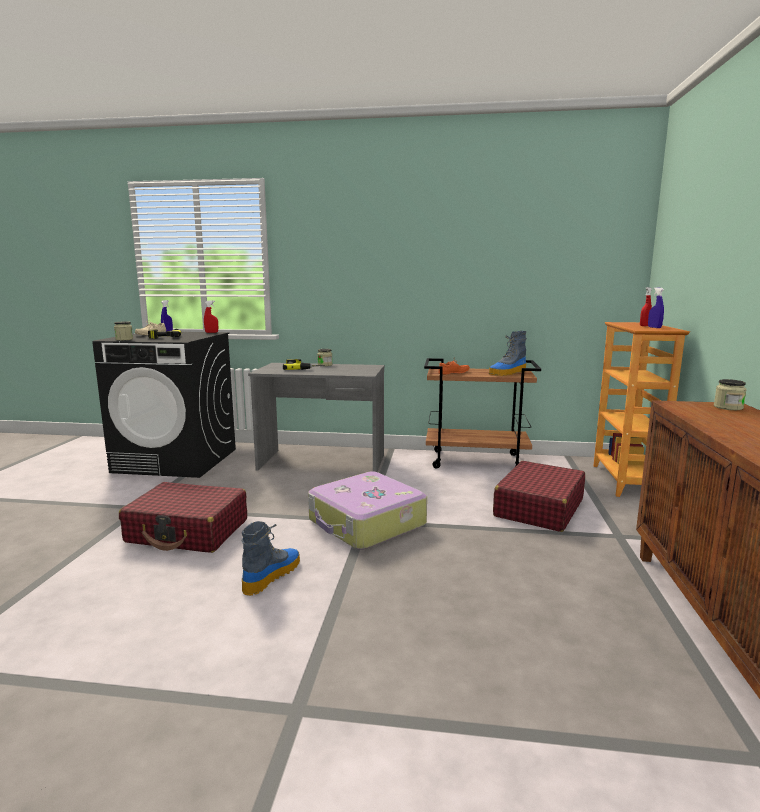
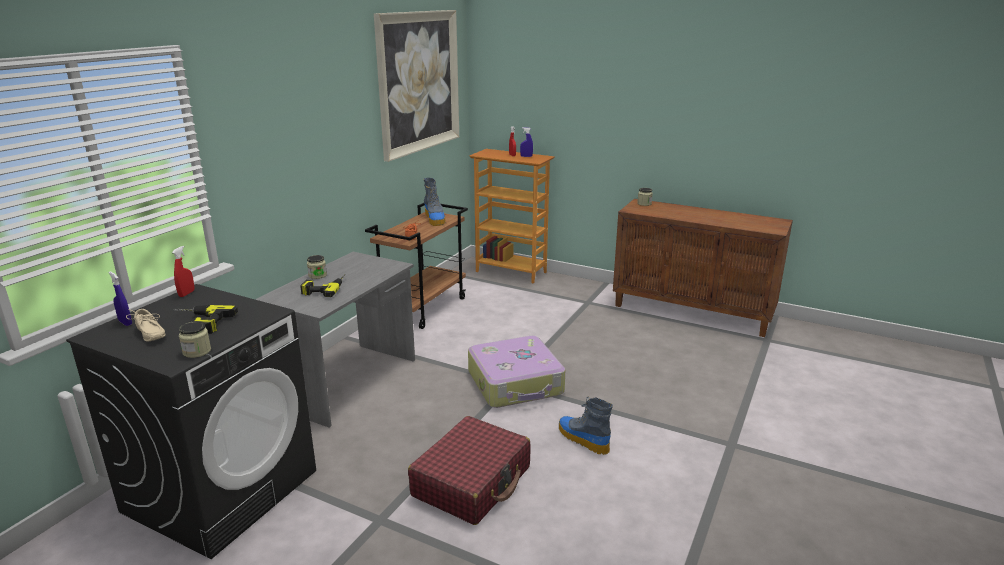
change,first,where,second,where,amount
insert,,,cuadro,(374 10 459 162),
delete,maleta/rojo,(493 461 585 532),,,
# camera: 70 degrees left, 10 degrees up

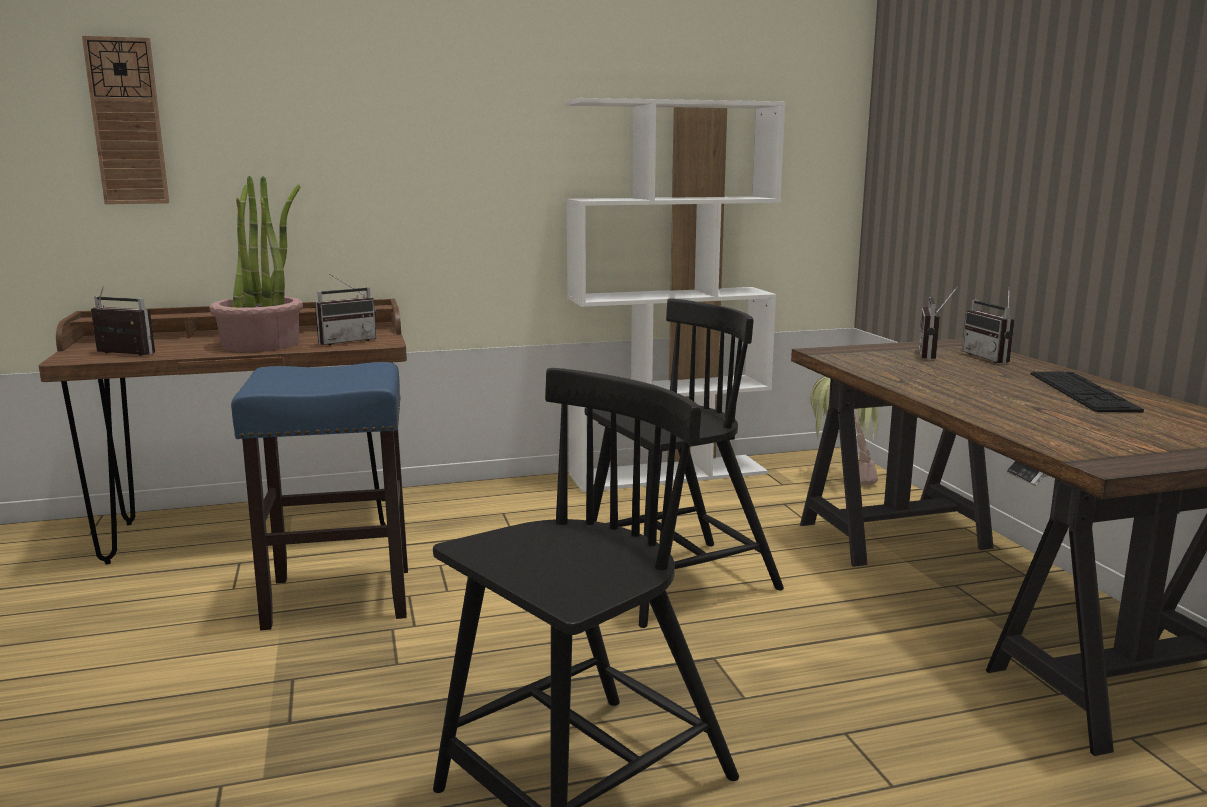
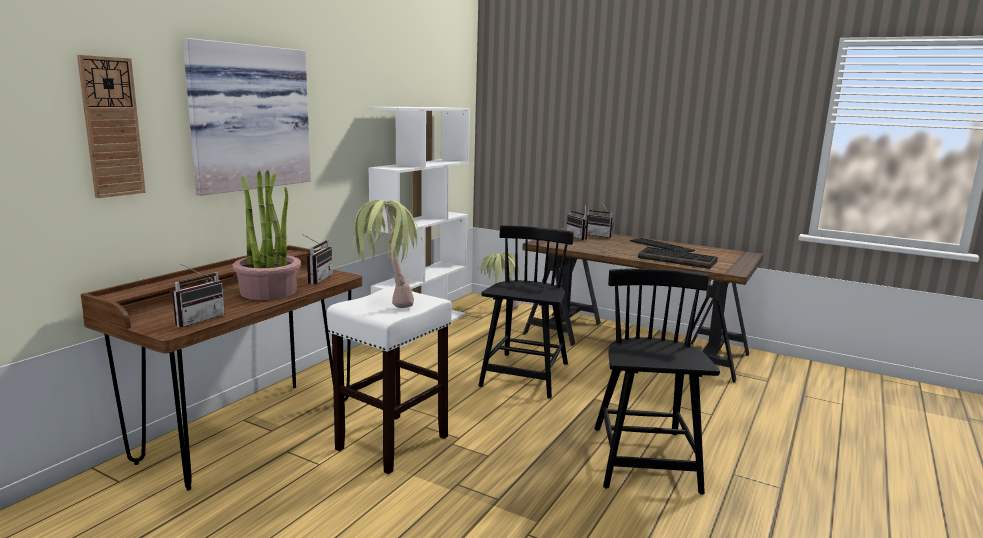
change,first,where,second,where,amount
rotate,radio,(91 286 155 356),,(172 263 225 327),150 degrees clockwise
insert,,,cuadro,(183 38 311 196),
recolor,taburete/azul,(231 362 408 630),taburete/blanco,(327 286 452 474),
insert,,,planta en maceta,(353 200 422 308),
insert,,,teclado,(638 247 717 269),
# camera: 45 degrees left, 0 degrees up

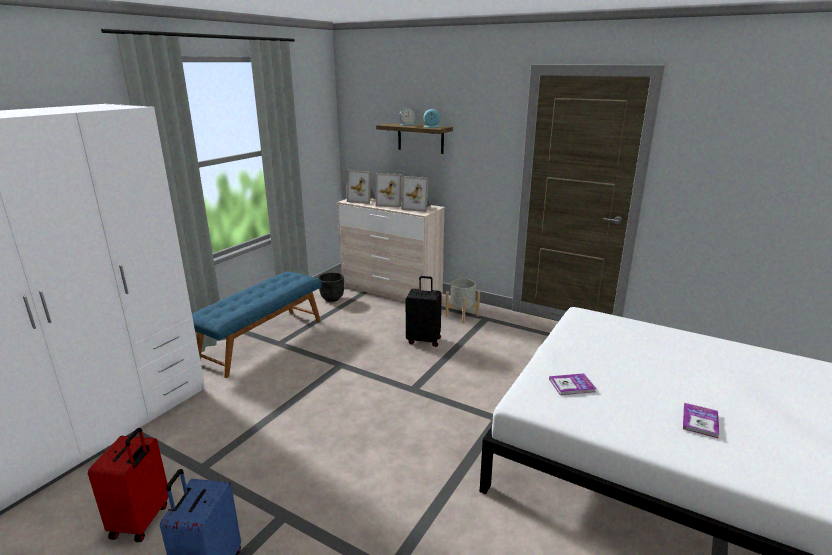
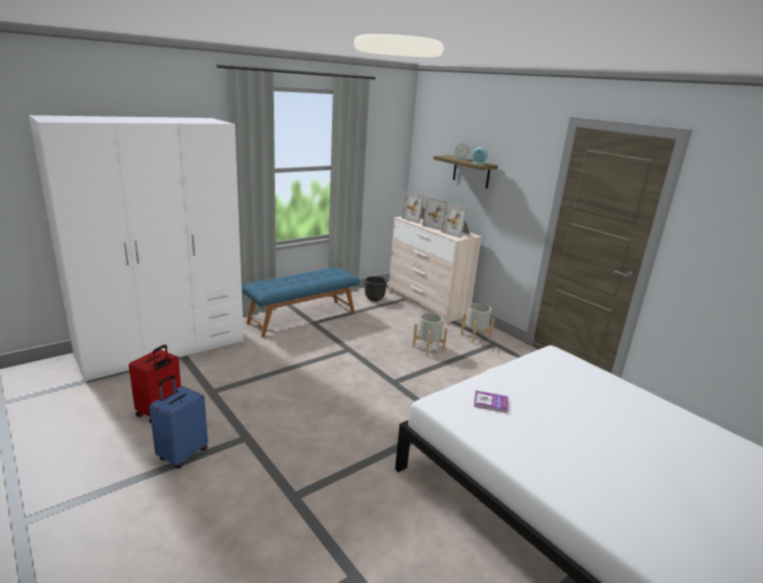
change,first,where,second,where,amount
replace,maleta/negro,(406 276 442 347),maceta/gris,(413 313 448 356),
delete,libro,(683 403 719 438),,,
# camera: 20 degrees right, 0 degrees up

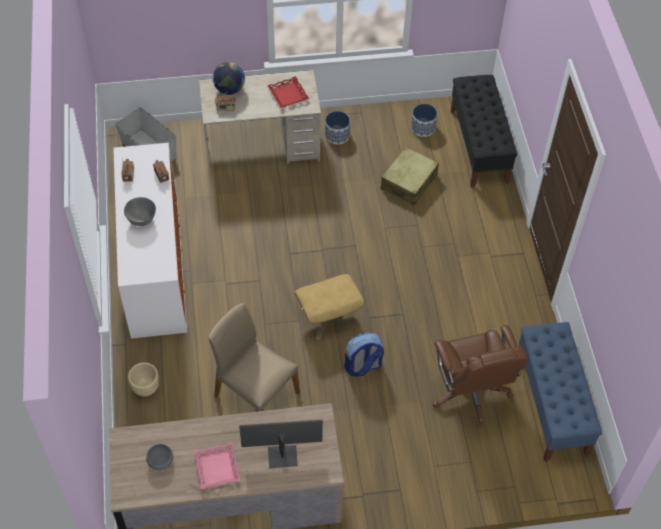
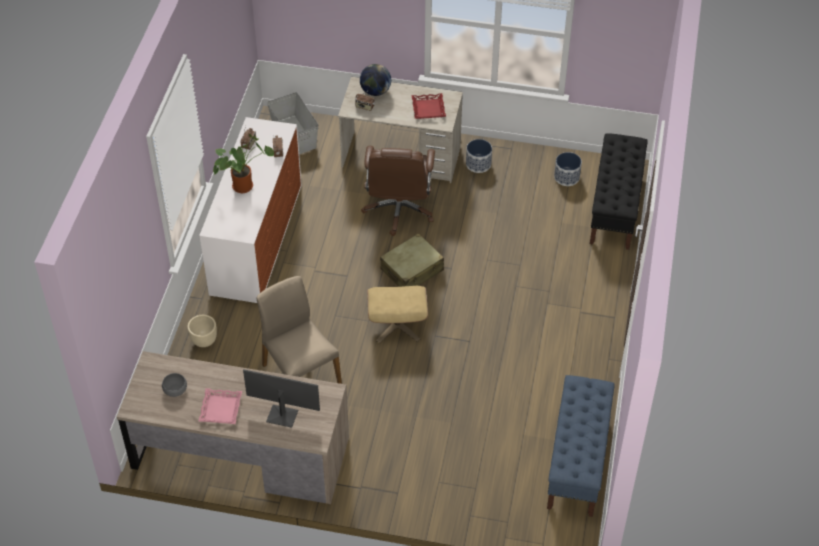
change,first,where,second,where,amount
replace,cuenco/gris,(124 197 156 226),planta en maceta,(213 134 274 193),
move,silla de oficina/marrón,(433 325 528 428),,(361 146 435 236),
move,maleta/beis,(381 147 439 205),,(380 233 444 287),
delete,mochila,(344 333 384 377),,,
# camera: 20 degrees right, 5 degrees down

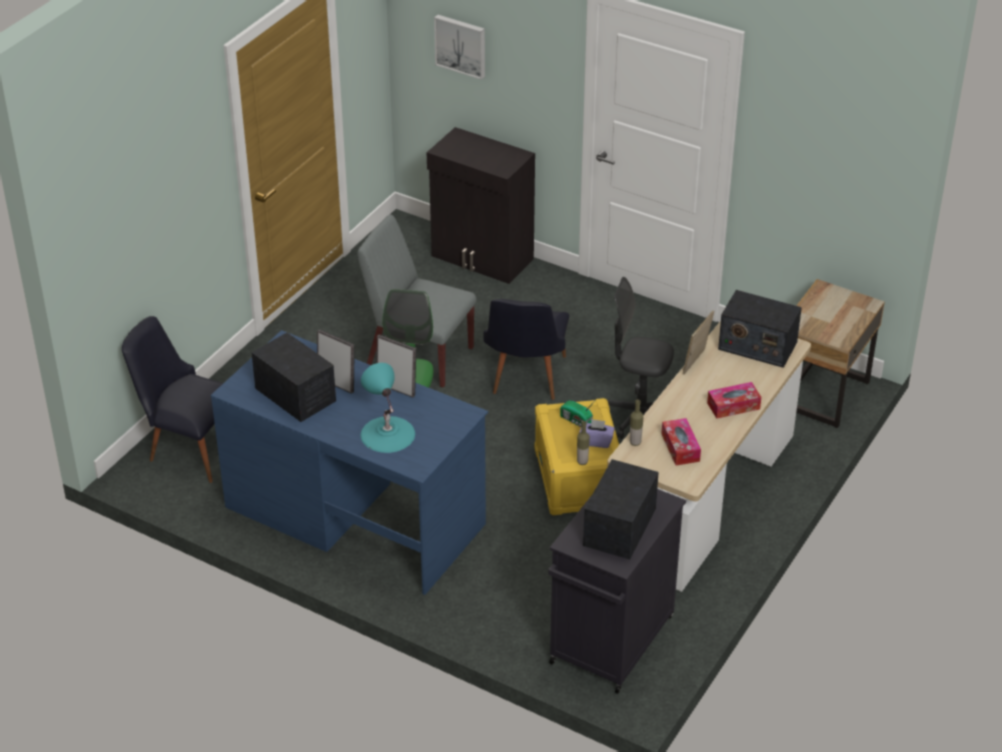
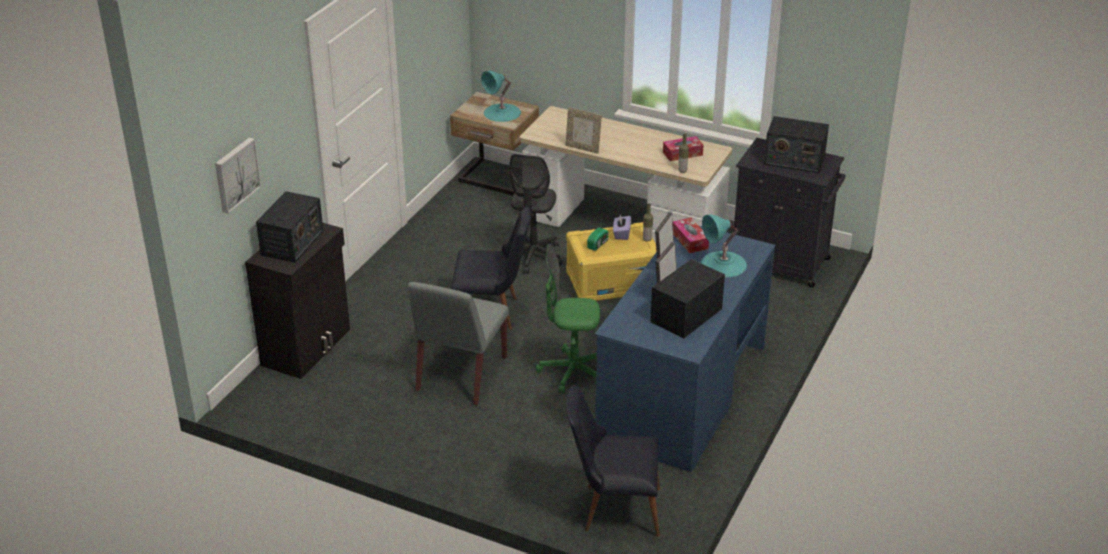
change,first,where,second,where,amount
move,radio,(718 290 802 368),,(256 191 323 263),
insert,,,lámpara de mesa/turquesa,(481 71 521 122),
rotate,silla/negro,(122 316 223 483),,(566 385 660 537),75 degrees clockwise
move,caja de pañuelos,(707 382 761 419),,(673 218 709 253),
# camera: 95 degrees left, 5 degrees down

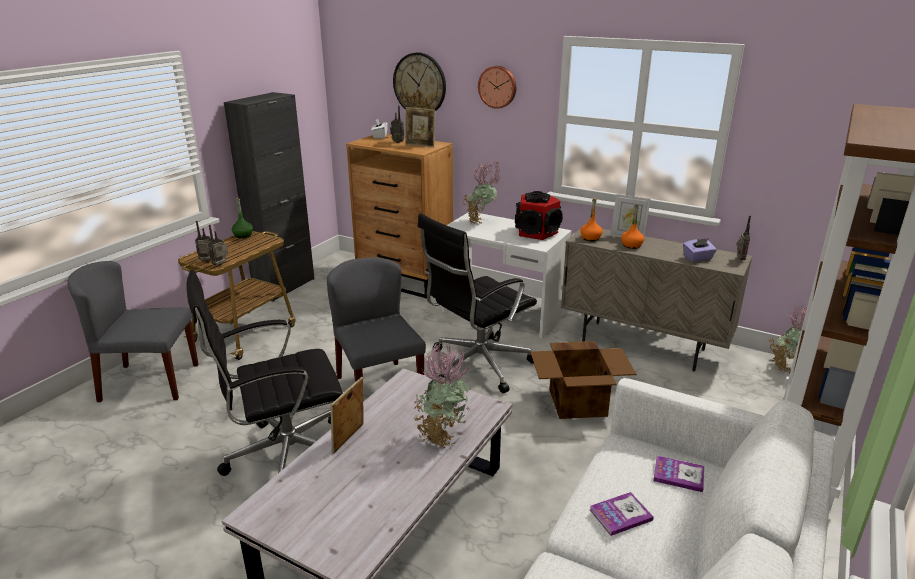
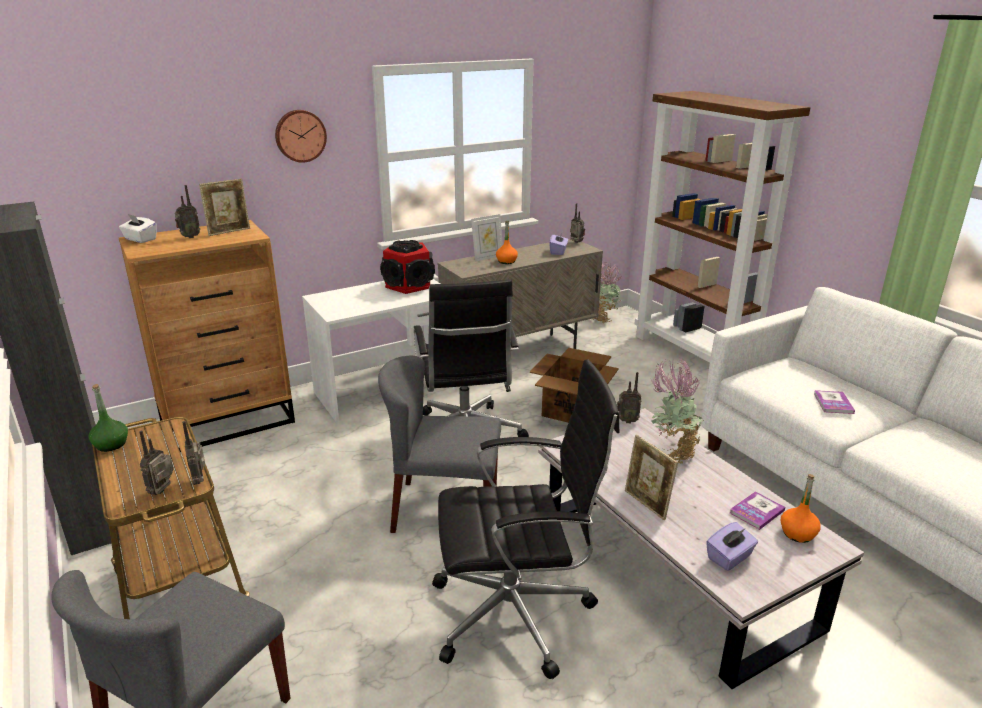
change,first,where,second,where,amount
rotate,silla de oficina/negro,(186 270 343 476),,(432 359 620 679),105 degrees counterclockwise
insert,,,radio,(617 372 641 423),
insert,,,caja de pañuelos/morado,(706 522 758 571),
move,libro,(653 456 704 492),,(730 492 785 530),
move,botella/naranja,(580 198 603 241),,(781 474 821 543),
delete,reloj de pared,(393 52 446 111),,,
delete,planta en maceta,(463 162 502 225),,,
# camera: 60 degrees left, 0 degrees up

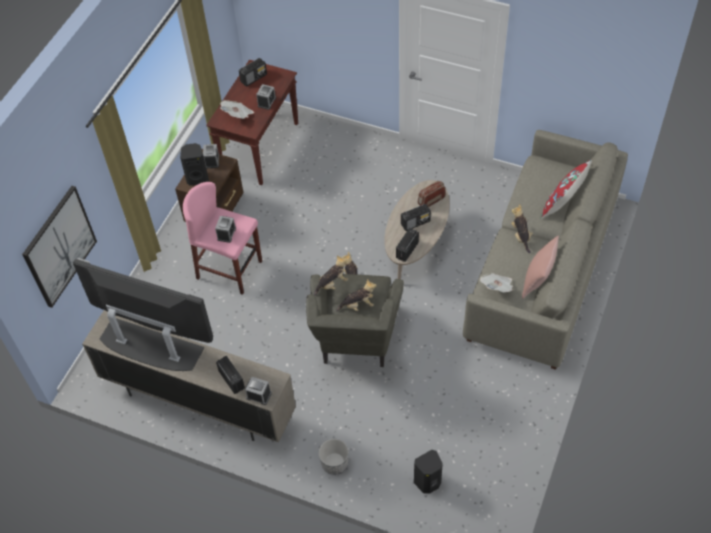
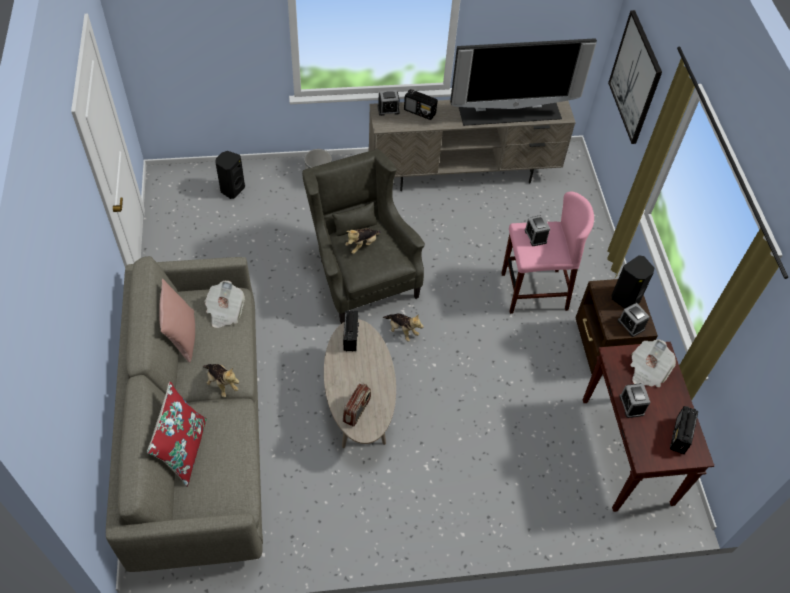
change,first,where,second,where,amount
delete,peluche,(314 255 348 296),,,
delete,radio,(401 204 431 231),,,
# camera: 145 degrees right, 0 degrees up

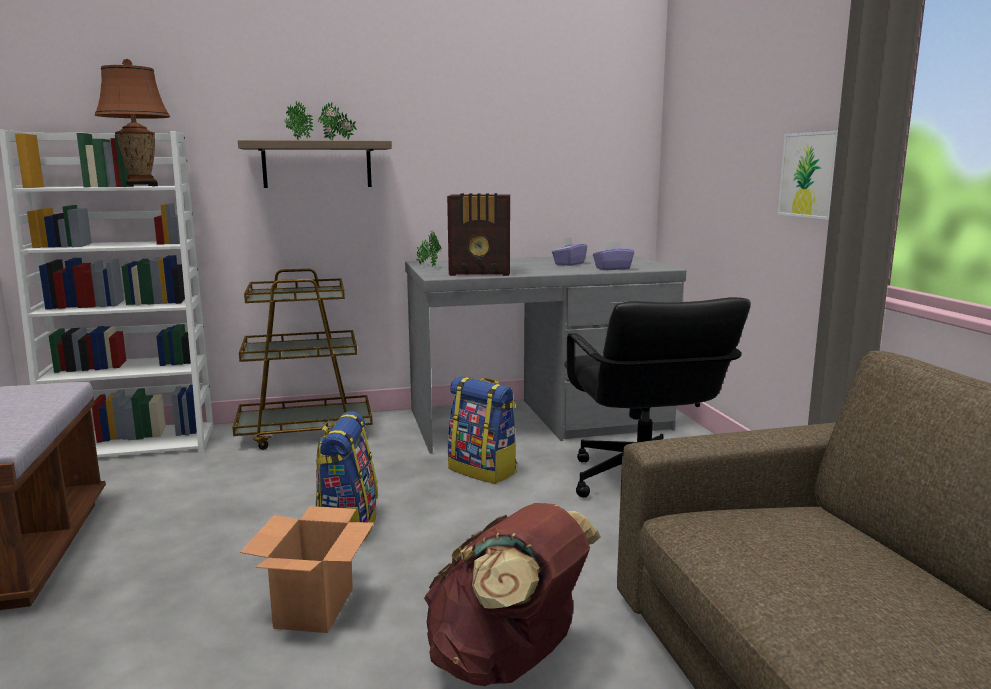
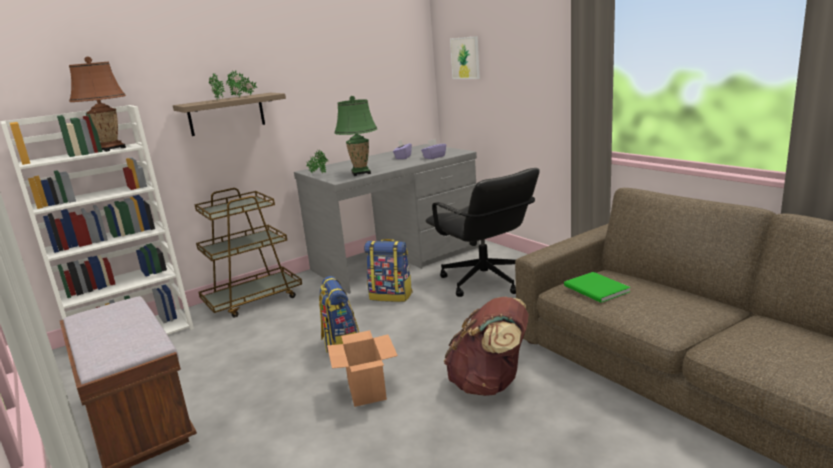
change,first,where,second,where,amount
replace,radio,(447 193 510 276),lámpara de mesa/verde,(335 96 378 176),
move,cuadro,(778 131 838 220),,(450 36 480 79),
insert,,,libro/verde,(564 272 631 303),
# camera: 20 degrees left, 5 degrees up

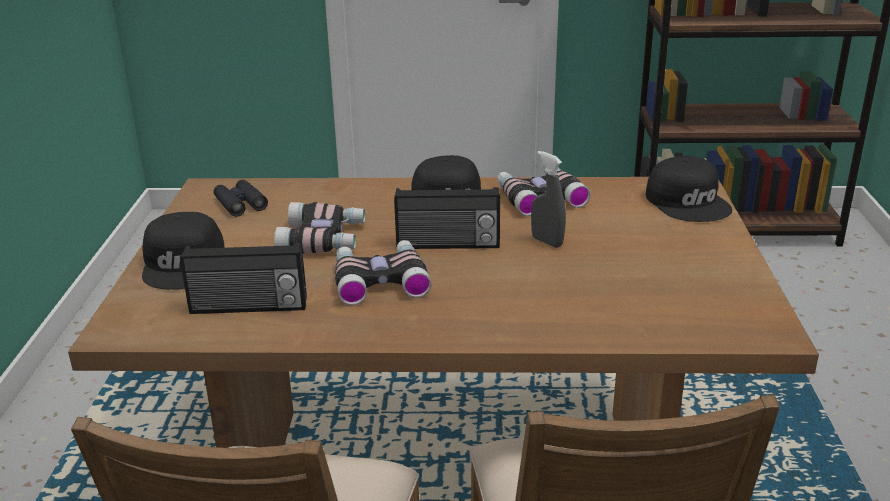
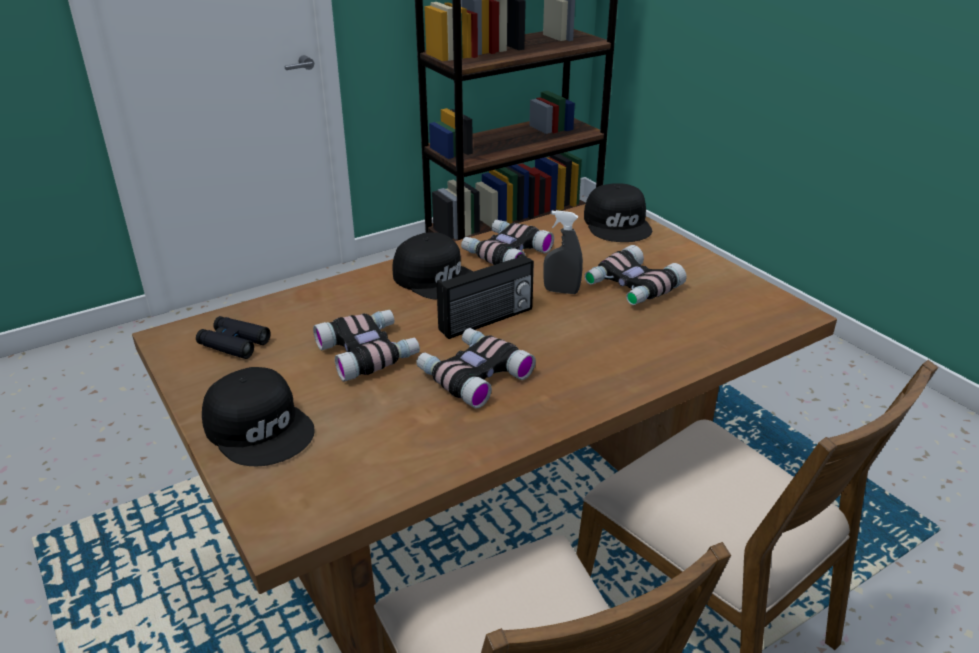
change,first,where,second,where,amount
rotate,gorra/negro,(646 156 732 222),,(584 183 652 242),45 degrees clockwise
insert,,,prismáticos,(584 245 687 305),
delete,radio,(180 243 307 314),,,
# camera: 35 degrees left, 5 degrees up

